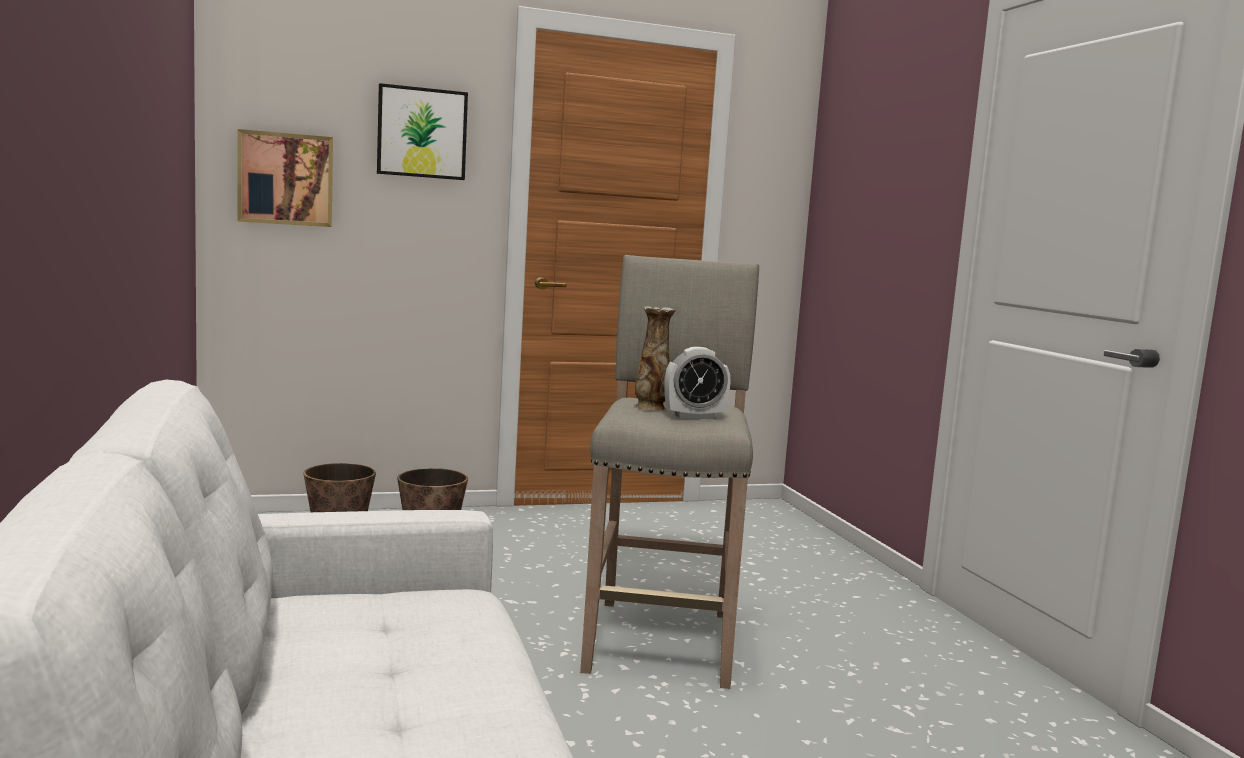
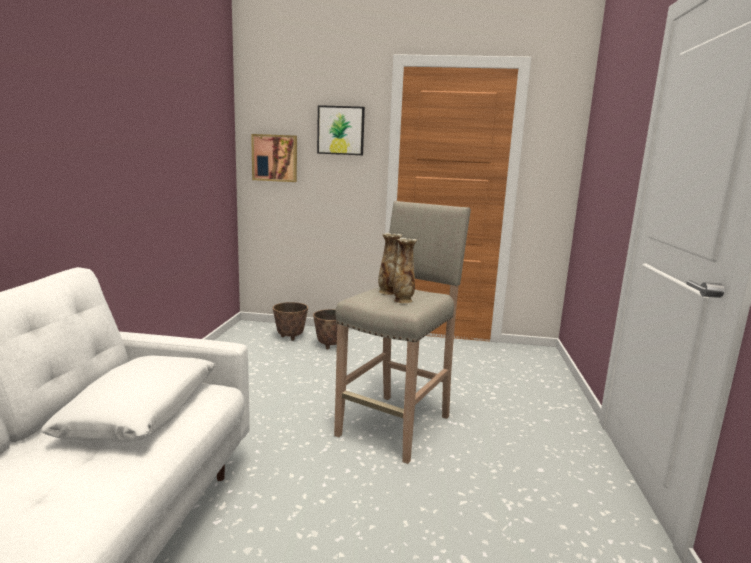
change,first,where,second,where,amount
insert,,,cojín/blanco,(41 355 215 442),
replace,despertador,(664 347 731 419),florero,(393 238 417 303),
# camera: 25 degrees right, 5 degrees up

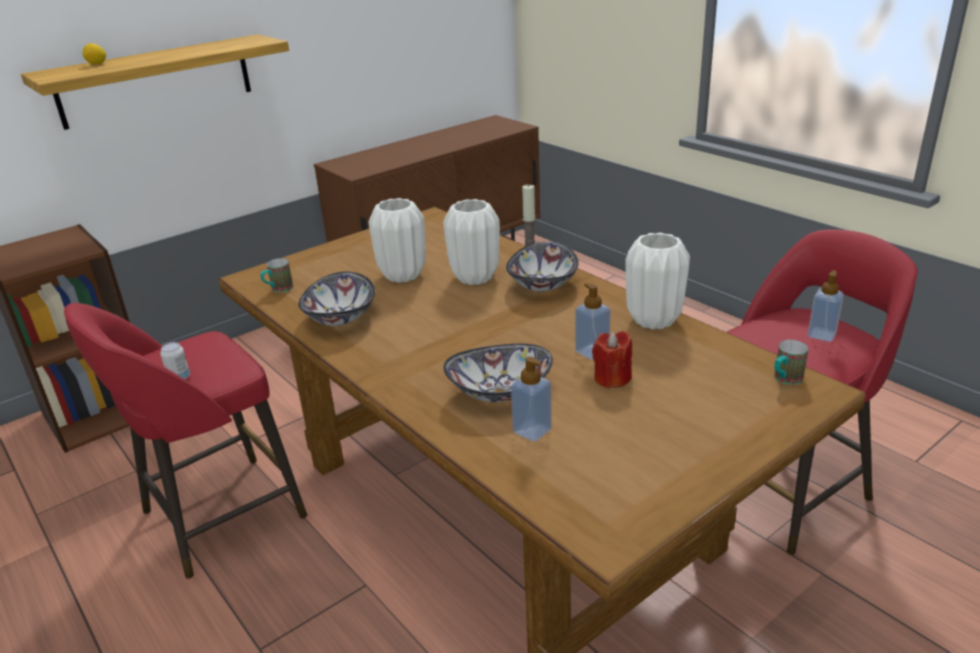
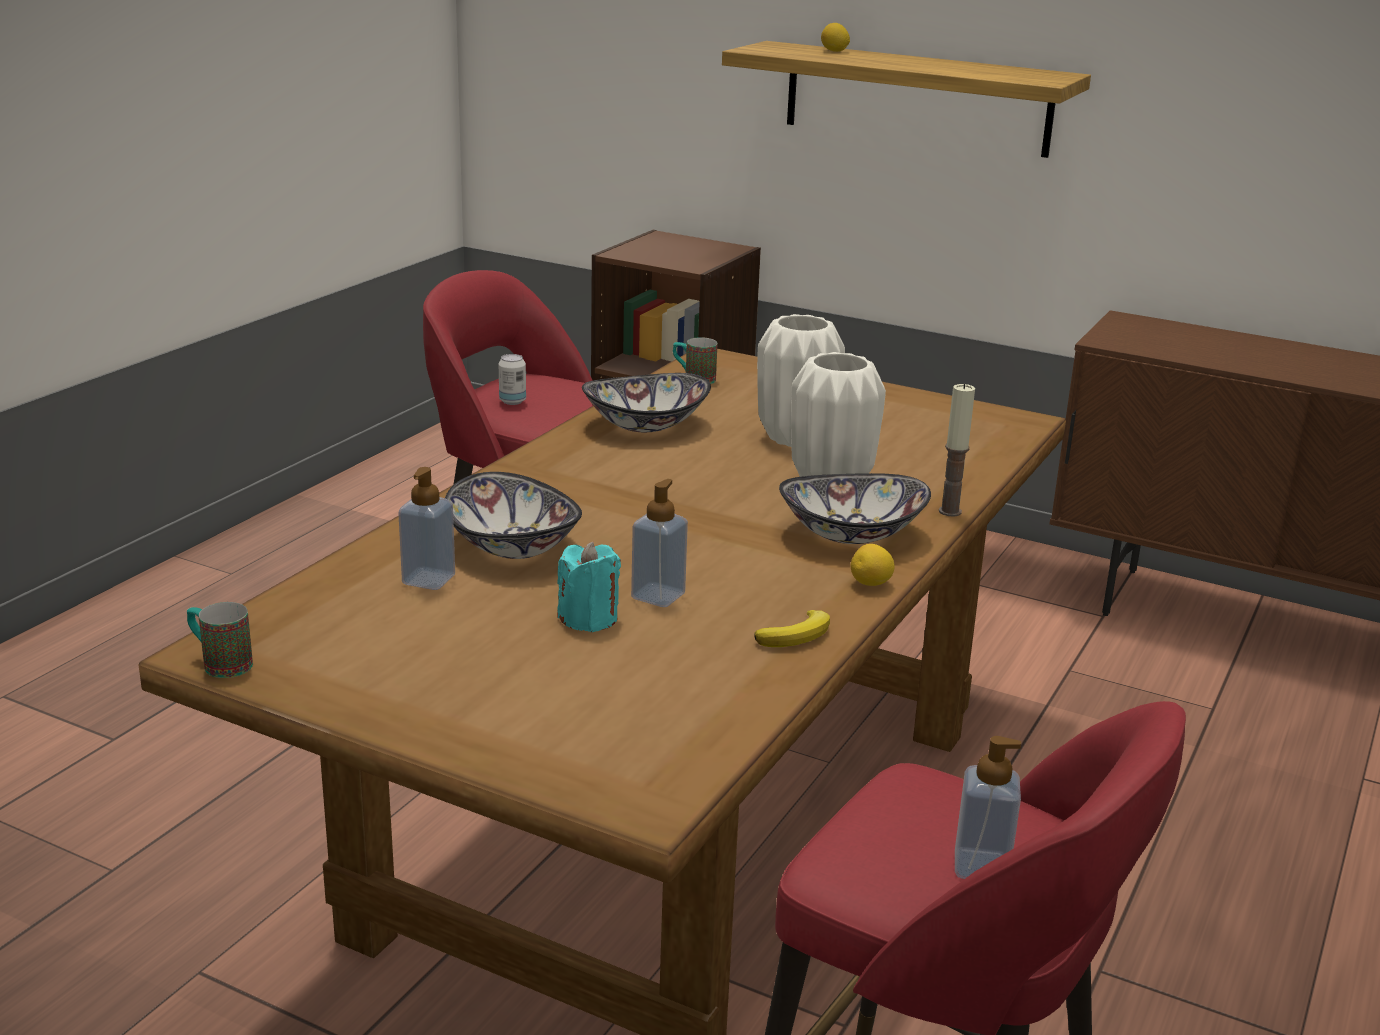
change,first,where,second,where,amount
move,taza grande,(774 340 808 385),,(187 602 253 678),
recolor,vela/rojo,(592 331 632 388),vela/turquesa,(557 542 621 632),
replace,florero/blanco,(625 233 690 330),plátano,(754 610 830 647),
insert,,,limón,(851 544 895 586),
# camera: 65 degrees right, 5 degrees down

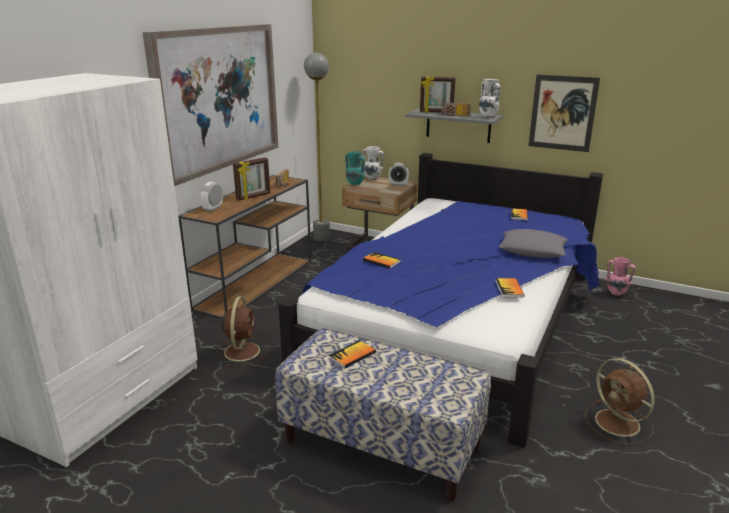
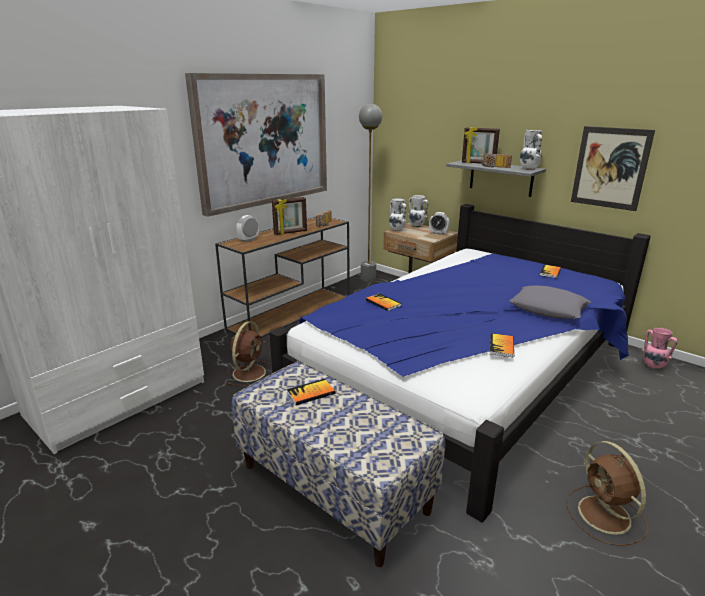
change,first,where,second,where,amount
recolor,florero/turquesa,(345 151 365 186),florero/blanco,(389 198 406 231),
# camera: 15 degrees right, 0 degrees up

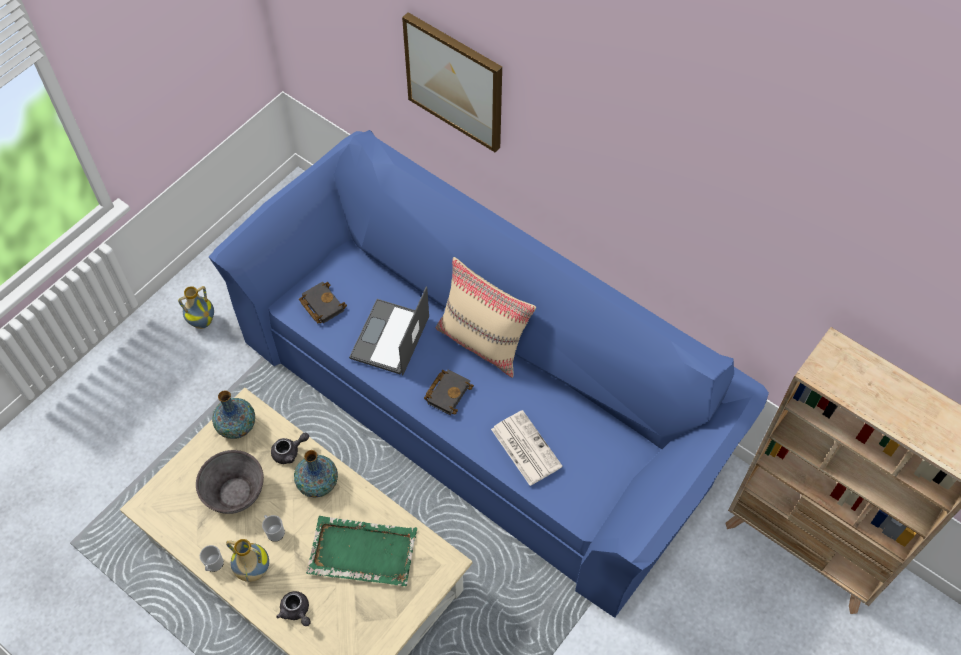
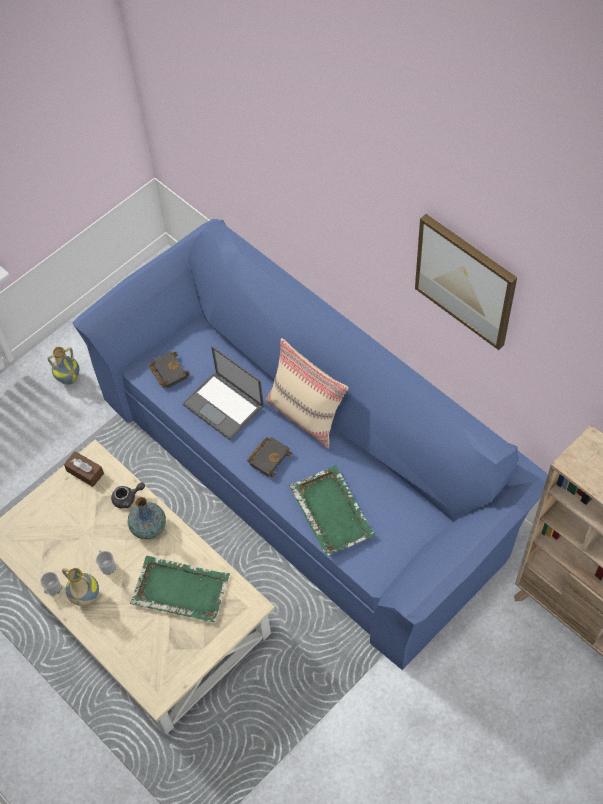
change,first,where,second,where,amount
replace,florero,(212 390 255 439),caja de pañuelos/marrón,(64 451 104 487),
rotate,portátil,(349 287 429 375),,(182 346 264 440),75 degrees counterclockwise
replace,periódico,(491 410 563 486),bandeja/verde,(289 465 376 556),
move,cuadro,(402 12 502 152),,(415 214 517 350),
delete,cuenco/gris,(196 450 264 514),,,
delete,tetera/gris,(276 591 311 626),,,
# camera: 10 degrees right, 0 degrees up

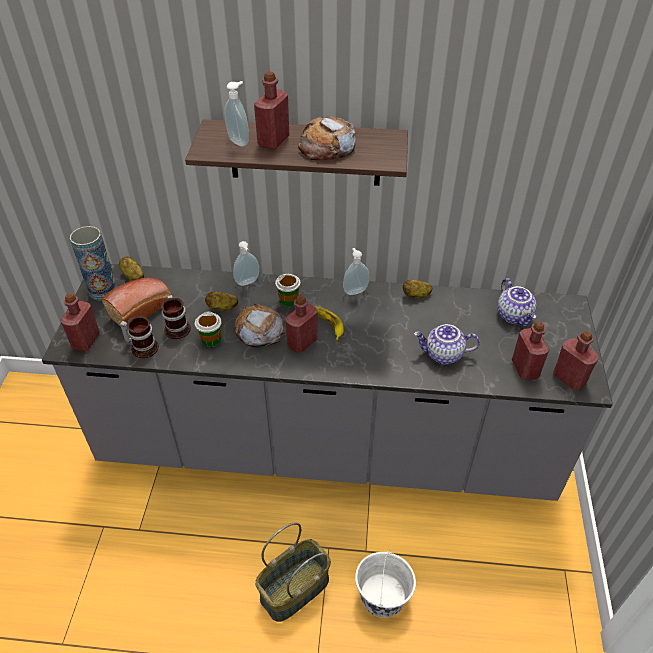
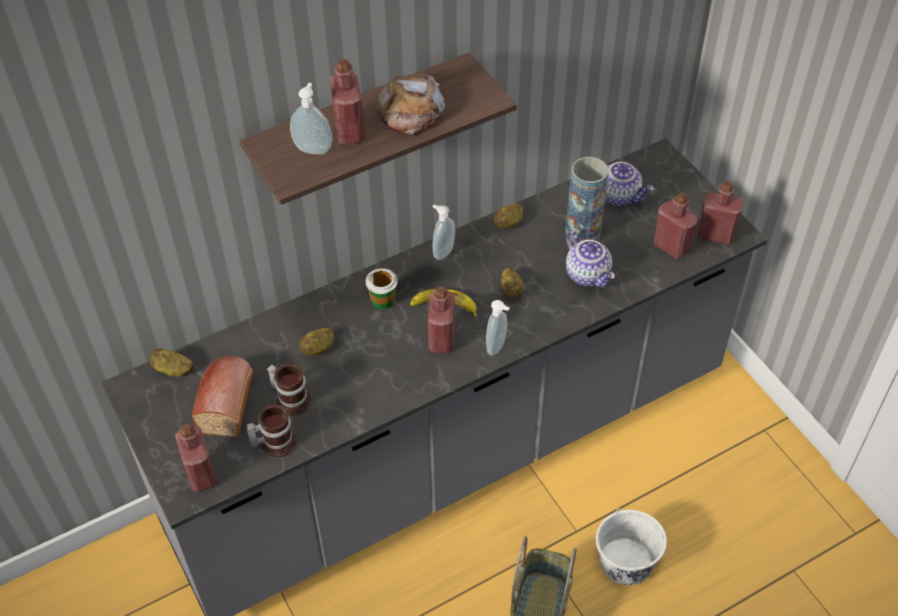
change,first,where,second,where,amount
move,dispensador de jabón,(233 241 259 286),,(486 300 510 355),
insert,,,patata,(501 268 524 298),
move,florero,(70 226 117 301),,(565 157 609 243),
rotate,tetera,(414 324 480 364),,(566 231 615 287),90 degrees counterclockwise
delete,taza,(195 311 222 347),,,
delete,pan,(234 304 285 347),,,
# camera: 35 degrees left, 5 degrees up

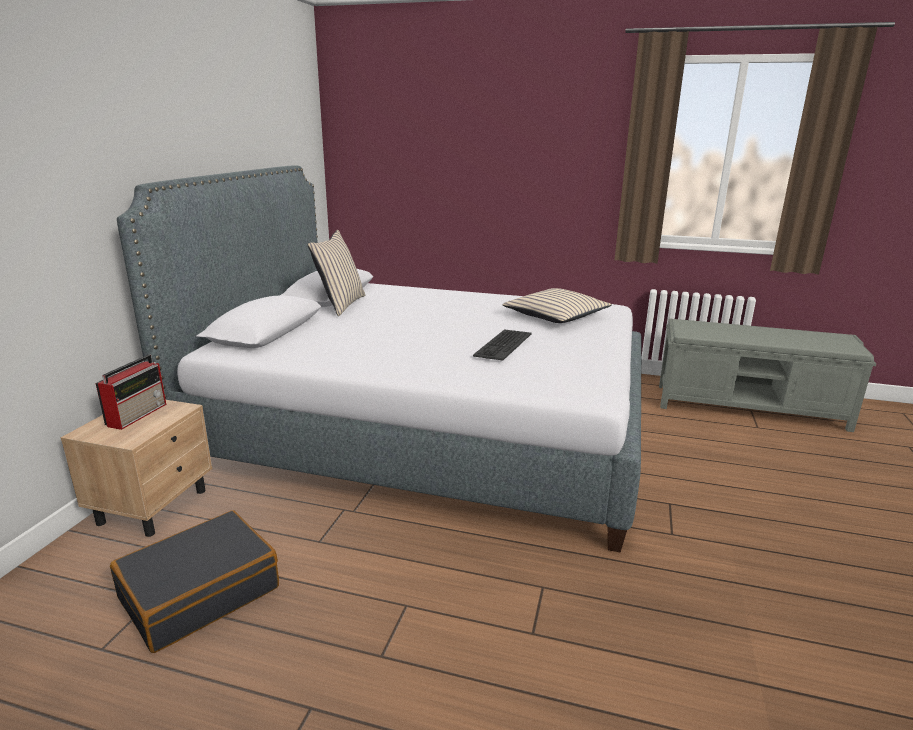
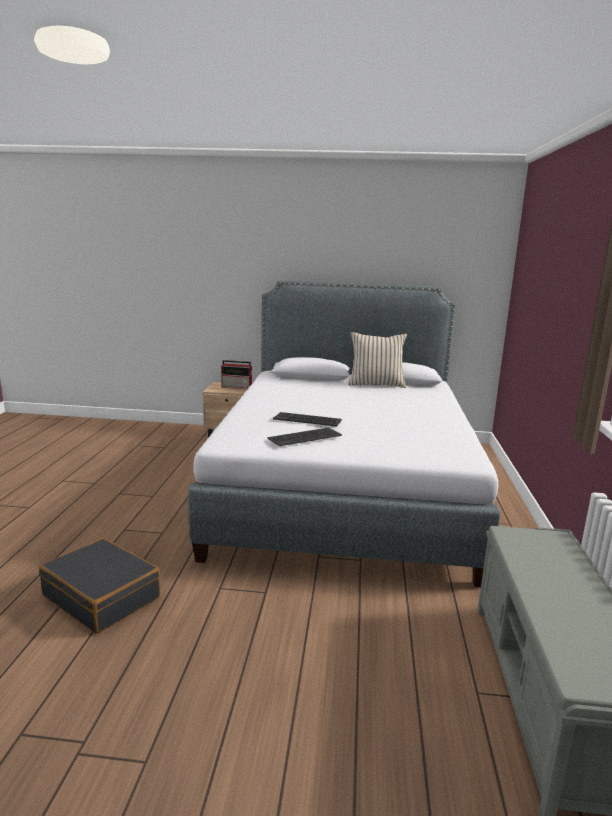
change,first,where,second,where,amount
move,maleta/negro,(110 510 279 653),,(39 538 160 633),
insert,,,teclado,(267 428 342 446),
delete,cojín/beis,(503 288 612 323),,,
# camera: 80 degrees right, 5 degrees down

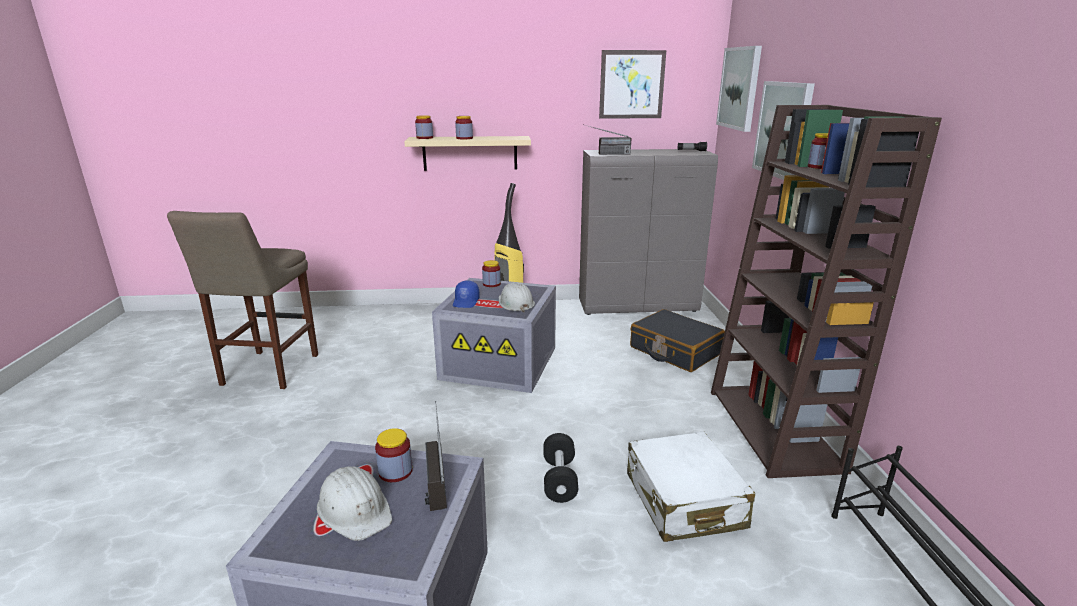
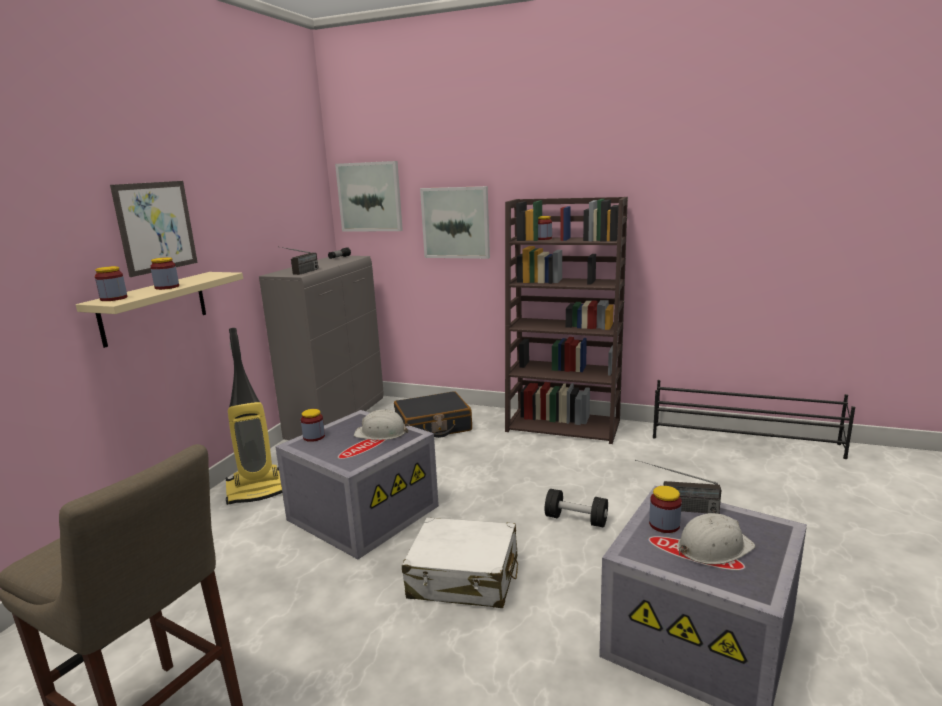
change,first,where,second,where,amount
move,cuadro,(599 50 666 119),,(110 181 198 277),
move,maleta/blanco,(627 431 755 542),,(402 518 518 608),
delete,gorra/azul,(453 280 480 308),,,
# camera: 65 degrees left, 5 degrees down

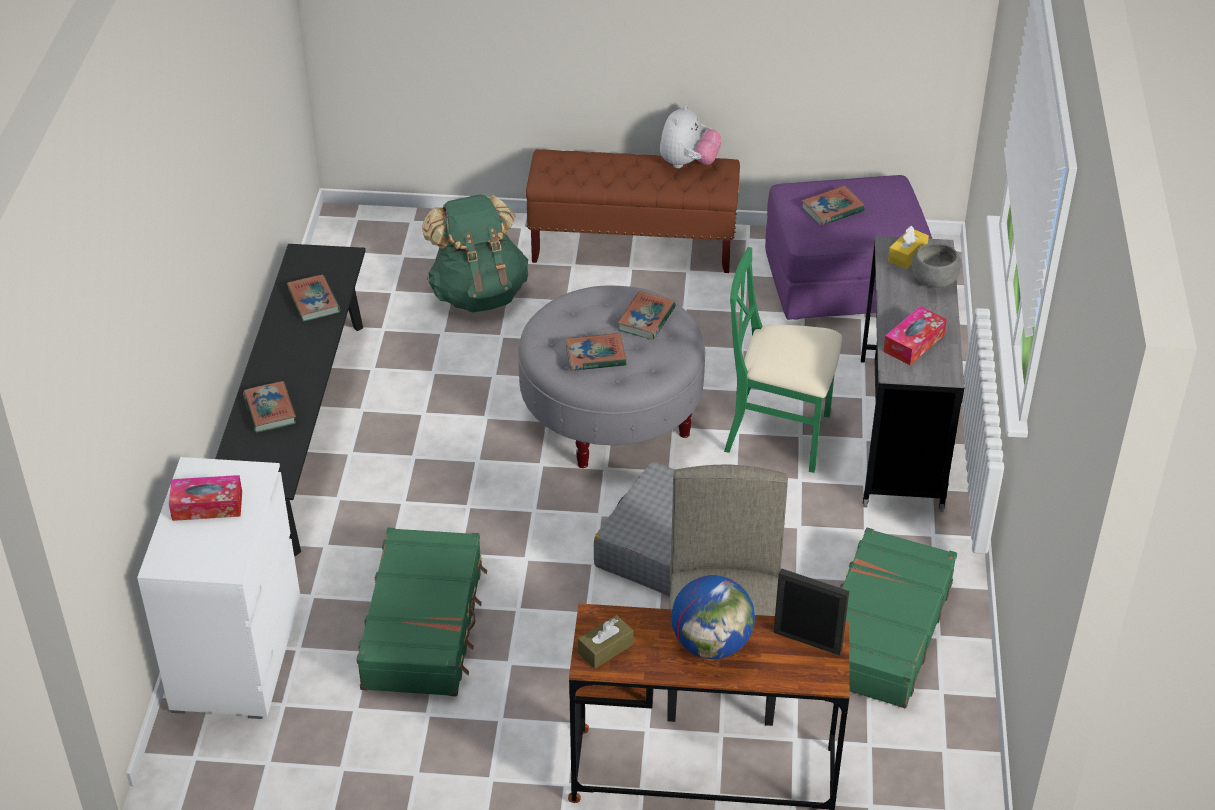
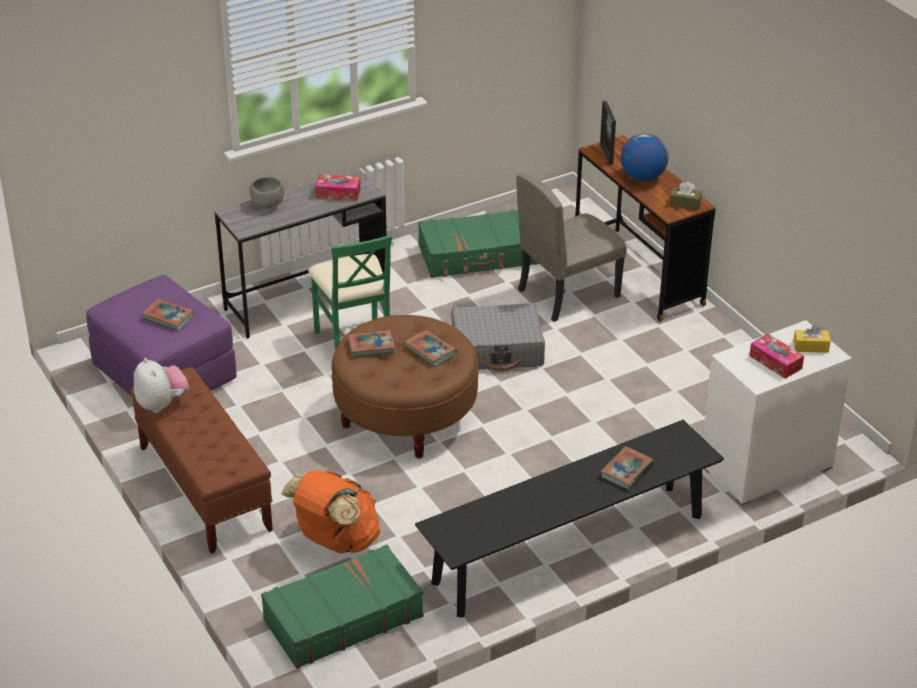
change,first,where,second,where,amount
rotate,peluche,(660 105 722 168),,(134 358 190 413),75 degrees clockwise
move,maleta/verde,(357 527 487 696),,(261 545 424 669),
recolor,mochila/verde,(422 195 528 312),mochila/naranja,(281 470 380 553),
recolor,puf/gris,(518 285 705 468),puf/marrón,(331 315 478 459),
move,caja de pañuelos/amarillo,(888 226 929 269),,(793 325 831 353),
delete,libro,(287 275 340 322),,,
# camera: 125 degrees left, 5 degrees down

